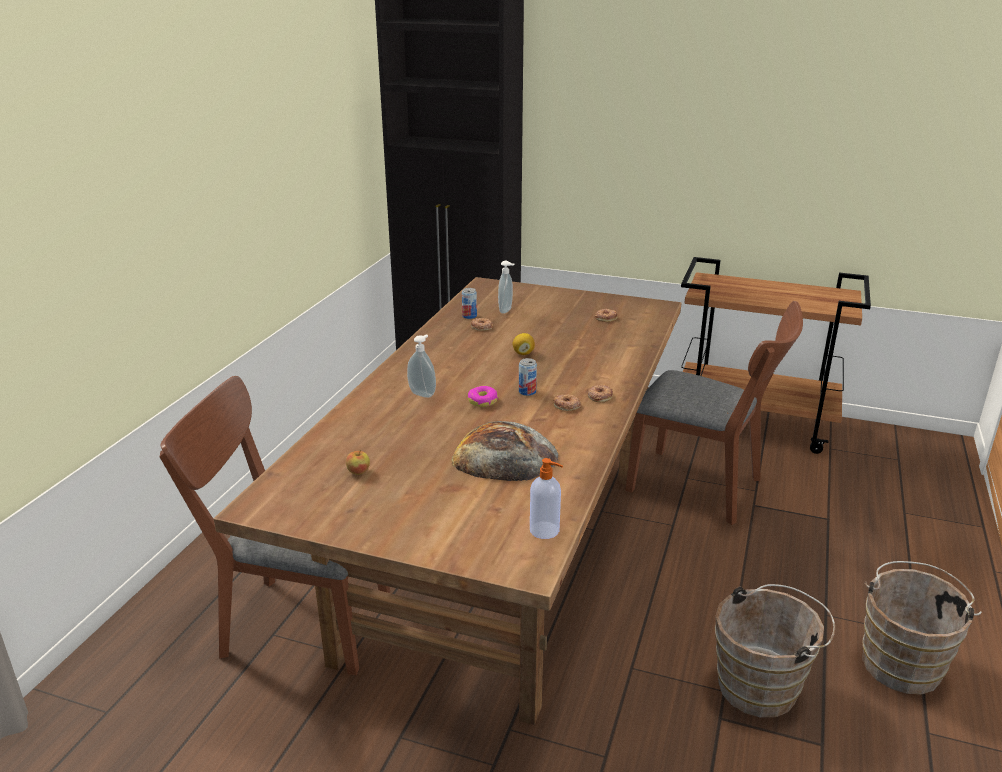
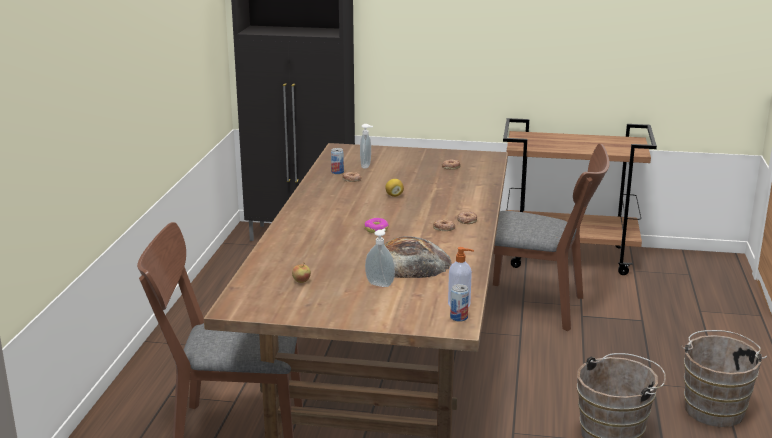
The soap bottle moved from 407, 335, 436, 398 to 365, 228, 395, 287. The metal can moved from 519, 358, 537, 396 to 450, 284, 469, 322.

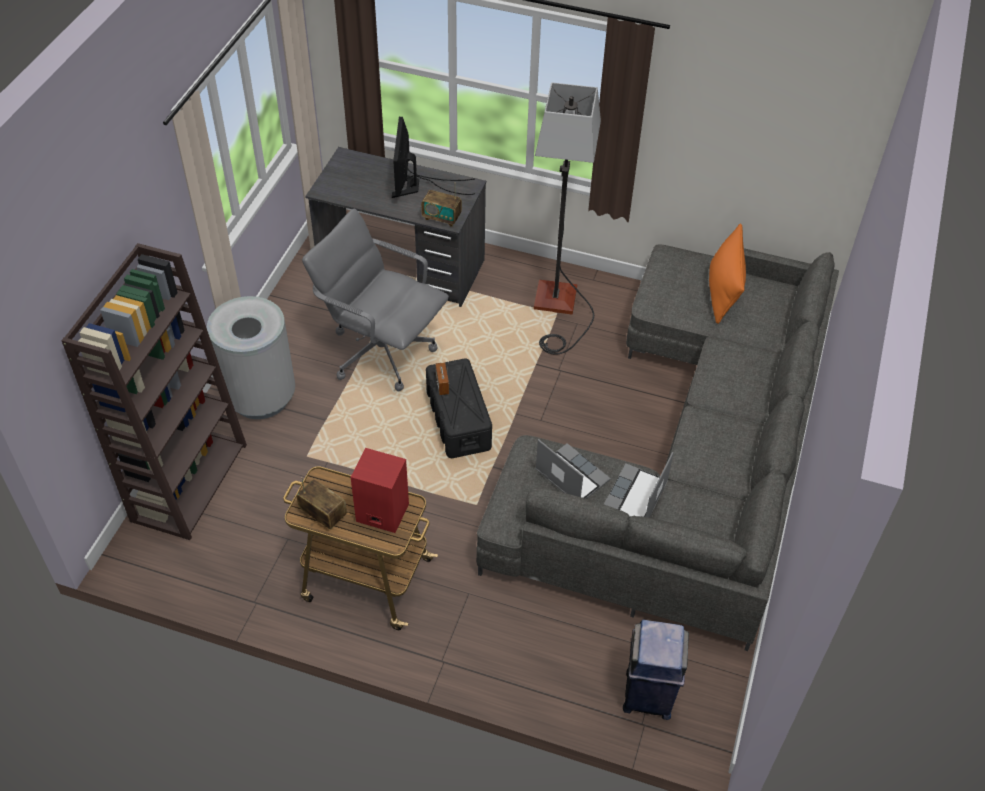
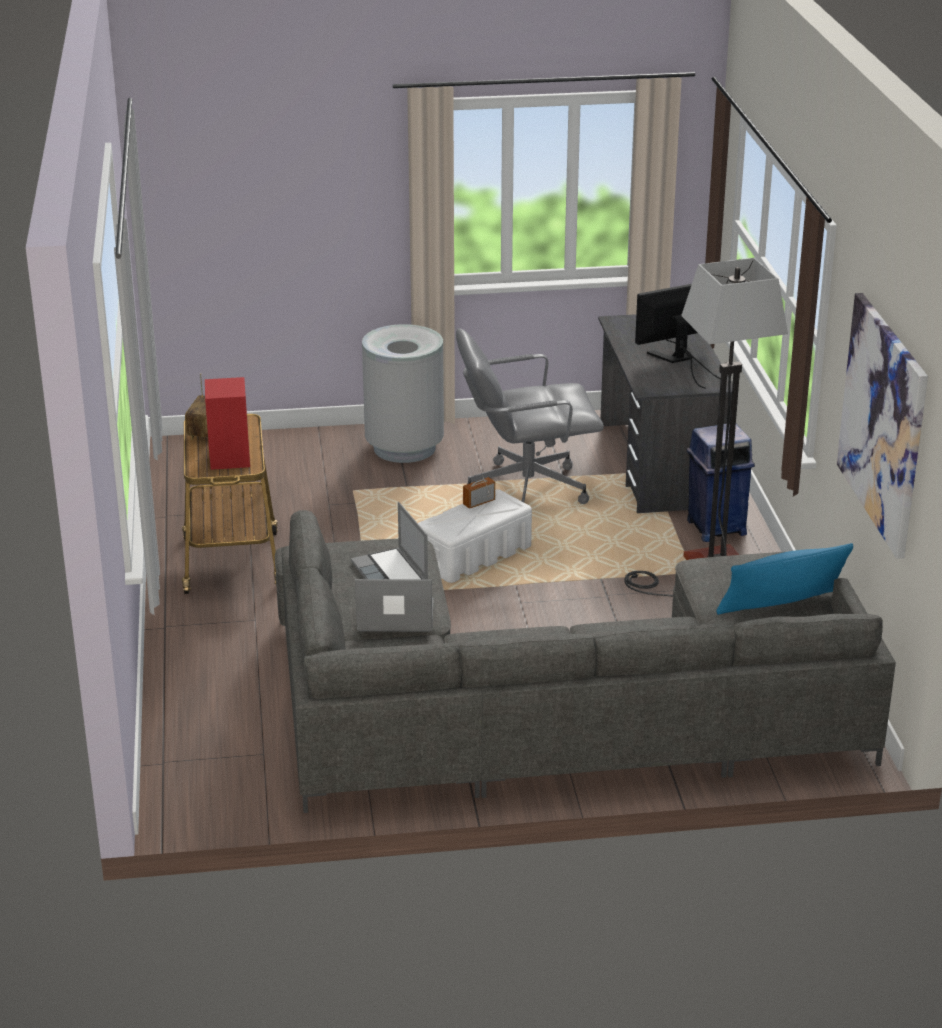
The brownish bookshelf at 61, 243, 247, 540 disappeared. The greyish desk chair at 302, 209, 449, 392 turned 105 degrees counterclockwise. The radio set at 421, 183, 462, 227 disappeared. The black storage box at 426, 359, 492, 458 became the white storage box at 418, 489, 532, 583. The notebook computer at 535, 439, 611, 499 turned 135 degrees clockwise. The blue-coloured trash can moved from 623, 620, 689, 720 to 687, 423, 755, 542. The orange pillow at 709, 224, 746, 324 became the blue-coloured pillow at 716, 543, 853, 615. The wall art at 837, 293, 928, 559 appeared.

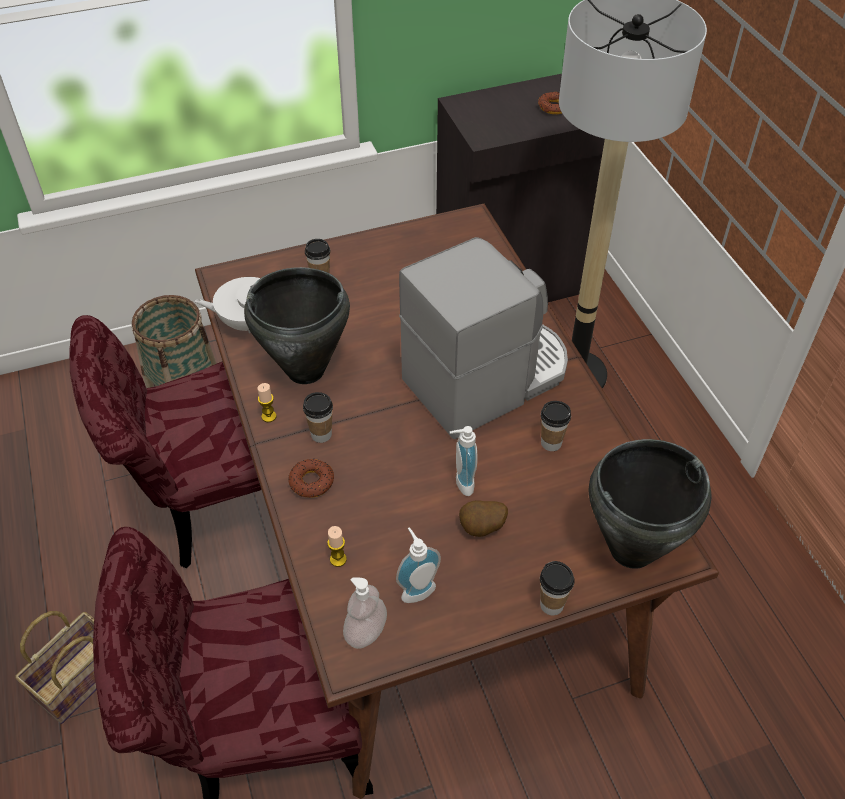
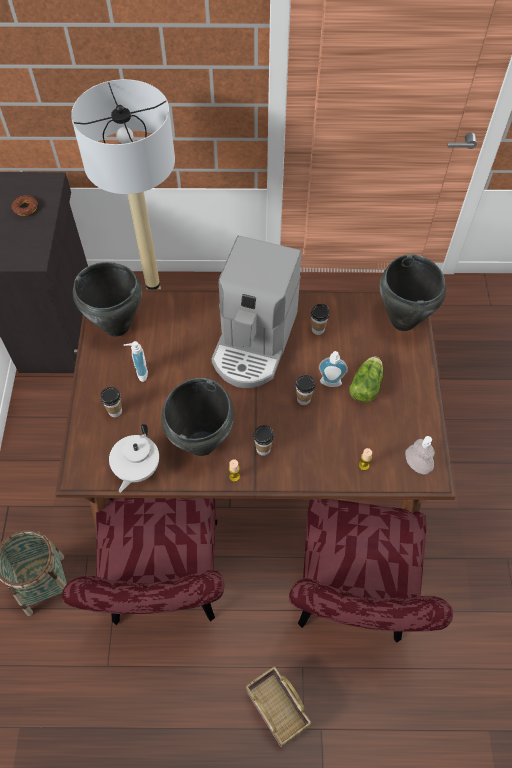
The doughnut at 288, 459, 334, 498 disappeared. The soap bottle moved from 396, 527, 441, 603 to 124, 341, 148, 382. The coffee brewer at 399, 237, 568, 439 turned 150 degrees counterclockwise. The spud at 459, 500, 508, 537 was replaced by the head of lettuce at 349, 357, 383, 403. The cup moved from 540, 561, 575, 615 to 295, 375, 315, 405. The black stockpot at 73, 262, 142, 337 appeared.

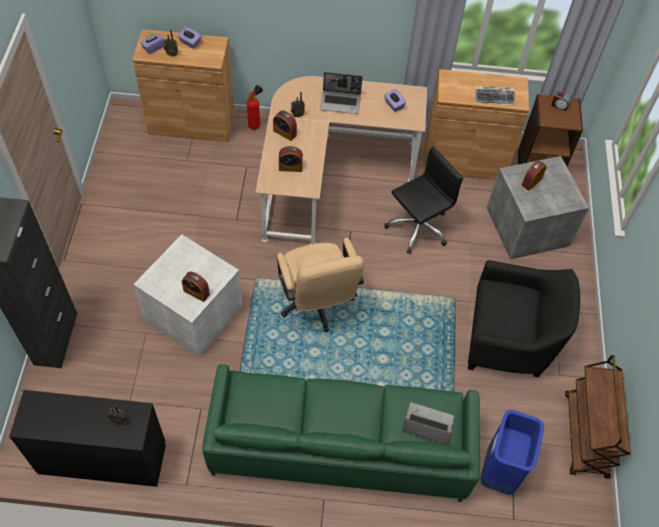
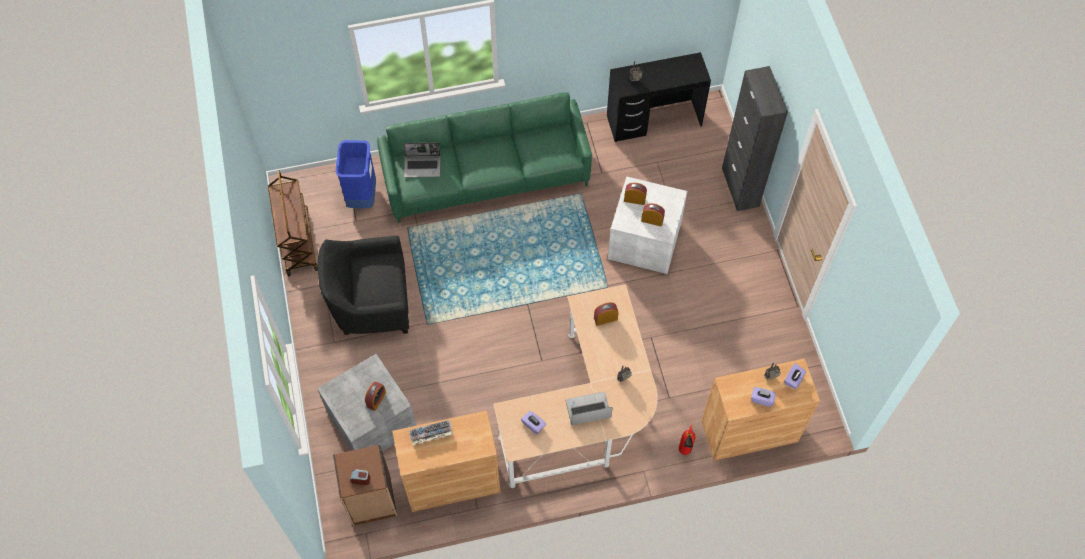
The bedside clock moved from 273, 111, 297, 141 to 641, 203, 665, 226. The beige-coloured desk chair at 277, 238, 364, 332 disappeared. The black desk chair at 384, 146, 463, 254 disappeared.

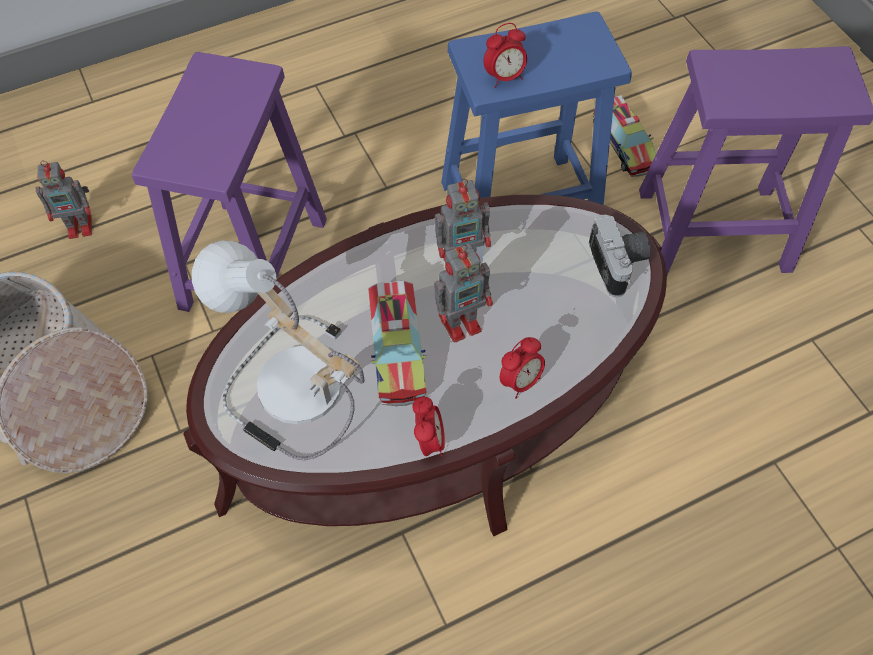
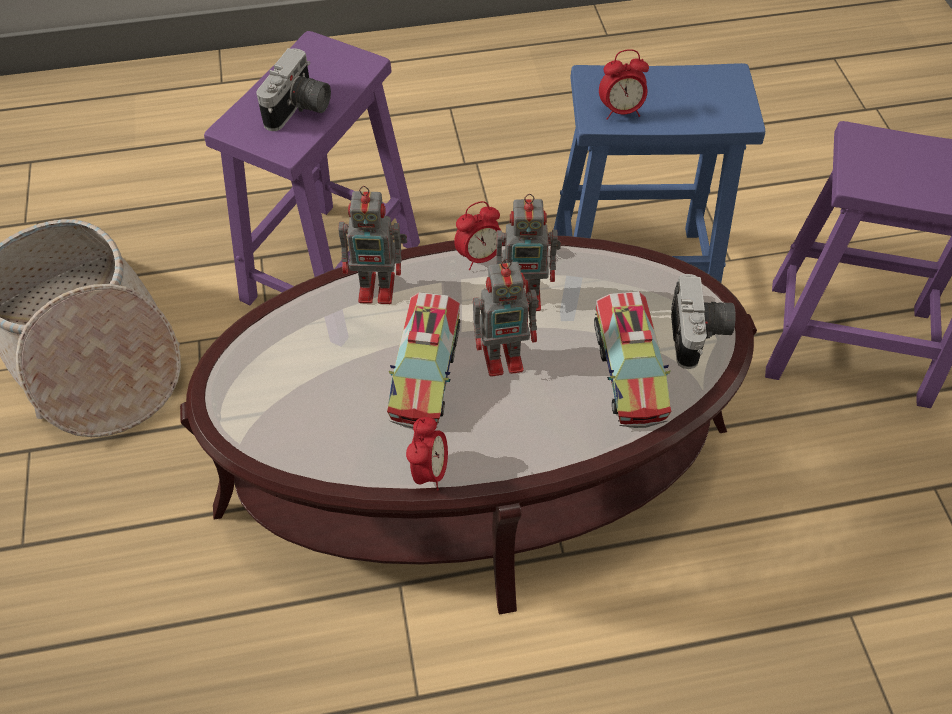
The robot figure moved from 36, 160, 92, 239 to 338, 186, 407, 304. The tabletop lamp at 192, 240, 365, 460 disappeared. The bedside clock moved from 500, 337, 545, 399 to 454, 201, 503, 270. The model truck moved from 593, 95, 656, 177 to 594, 291, 671, 428. The still camera at 256, 48, 331, 131 appeared.

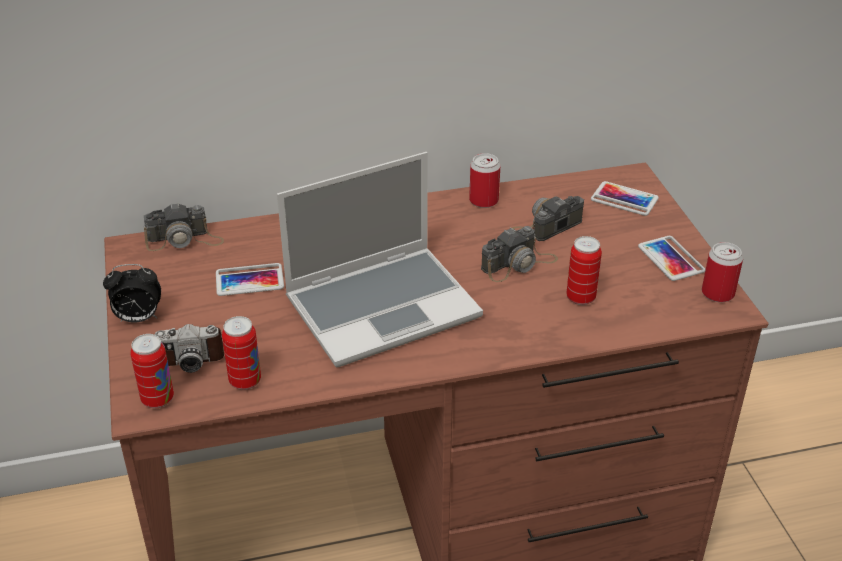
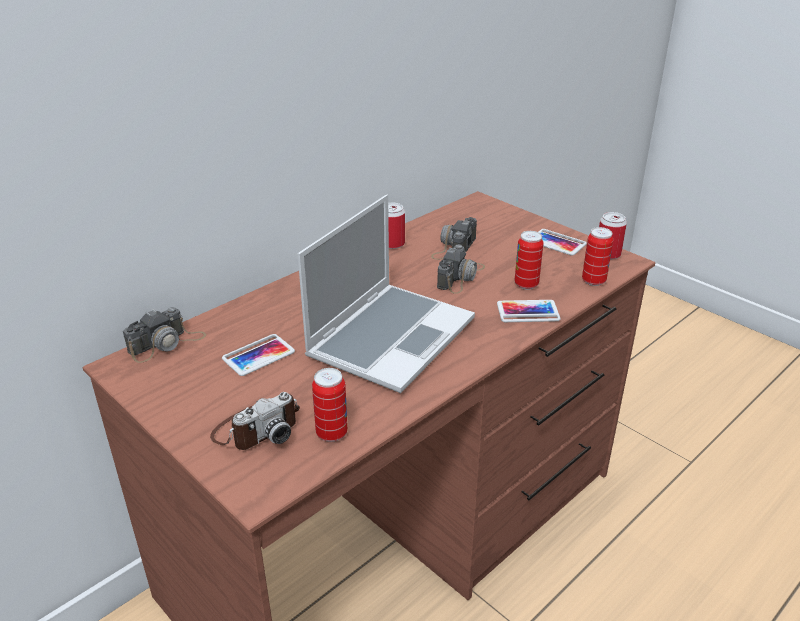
The bedside clock at 103, 264, 161, 322 disappeared. The metal can moved from 130, 334, 174, 408 to 582, 227, 613, 286. The phone moved from 591, 181, 659, 216 to 497, 300, 561, 322.

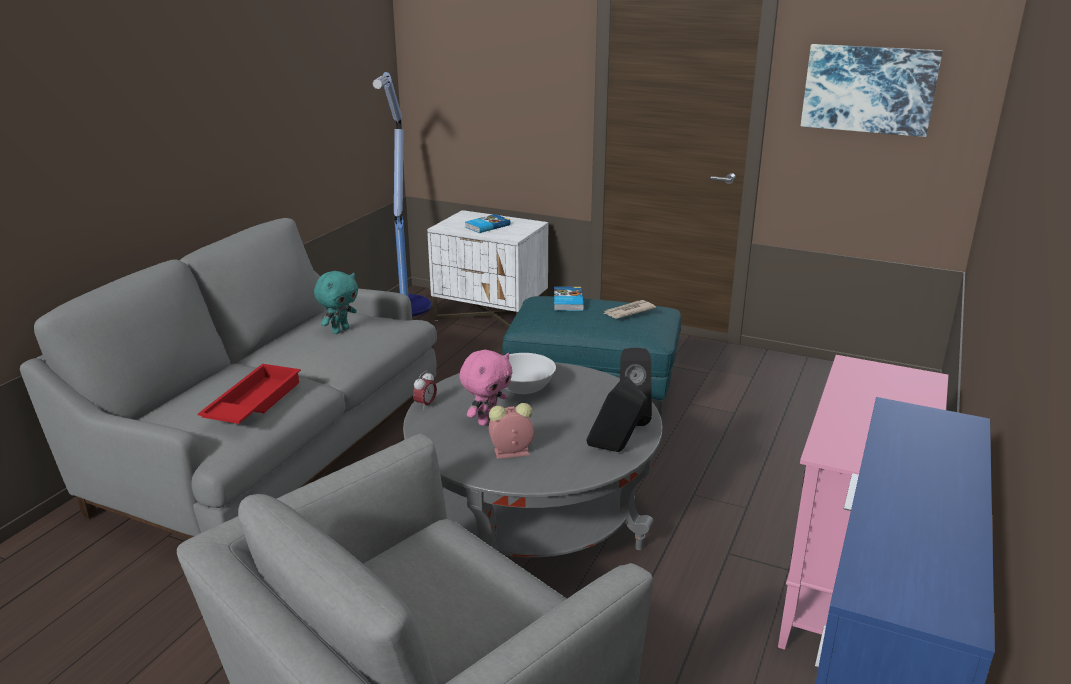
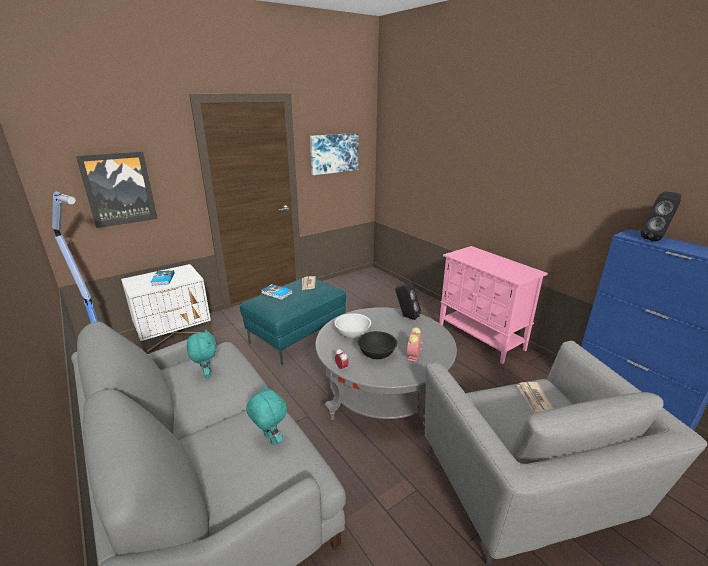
The red-coloured tray at 197, 364, 301, 424 was replaced by the turquoise plush toy at 246, 385, 287, 445. The pinkish plush toy at 459, 350, 513, 426 was replaced by the black deep dish at 357, 331, 397, 359. The black speaker moved from 587, 376, 647, 452 to 641, 192, 681, 241. The wall art at 76, 151, 158, 228 appeared. The newspaper at 517, 382, 555, 414 appeared.

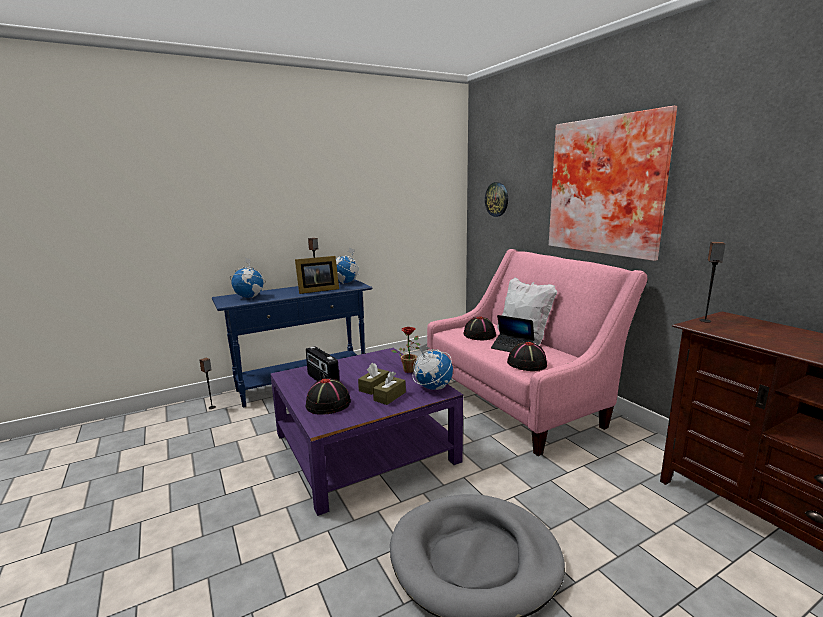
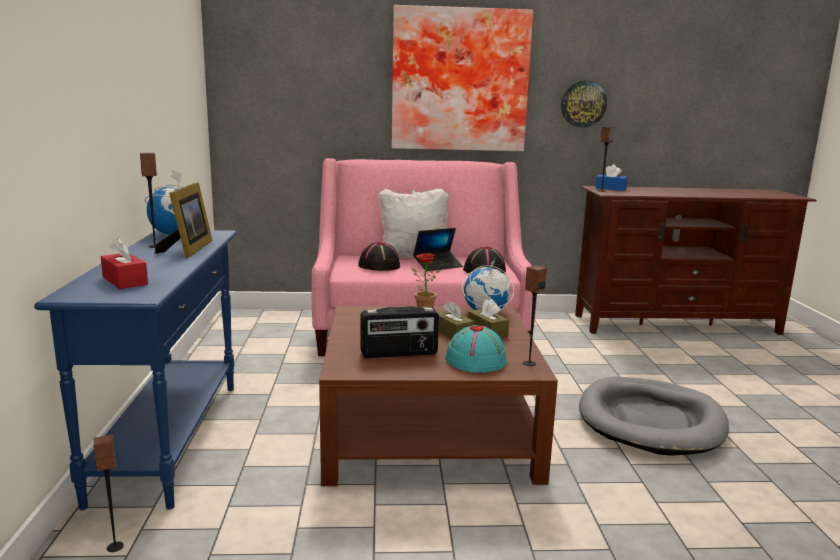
The world globe at 230, 258, 266, 298 was replaced by the red-coloured box of tissues at 101, 238, 148, 289. The purplish lounge table at 270, 348, 463, 516 became the brownish lounge table at 319, 306, 558, 486. The black clothing hat at 306, 378, 351, 415 became the turquoise clothing hat at 445, 325, 507, 373. The hanging clock moved from 485, 182, 508, 217 to 561, 80, 607, 127. The speaker at 523, 265, 547, 366 appeared. The blue-coloured box of tissues at 596, 164, 628, 191 appeared.

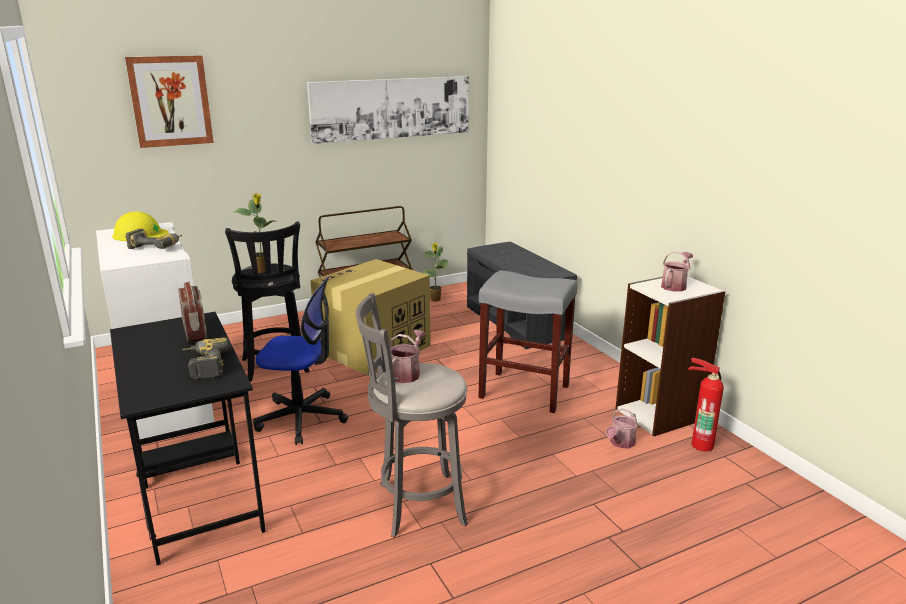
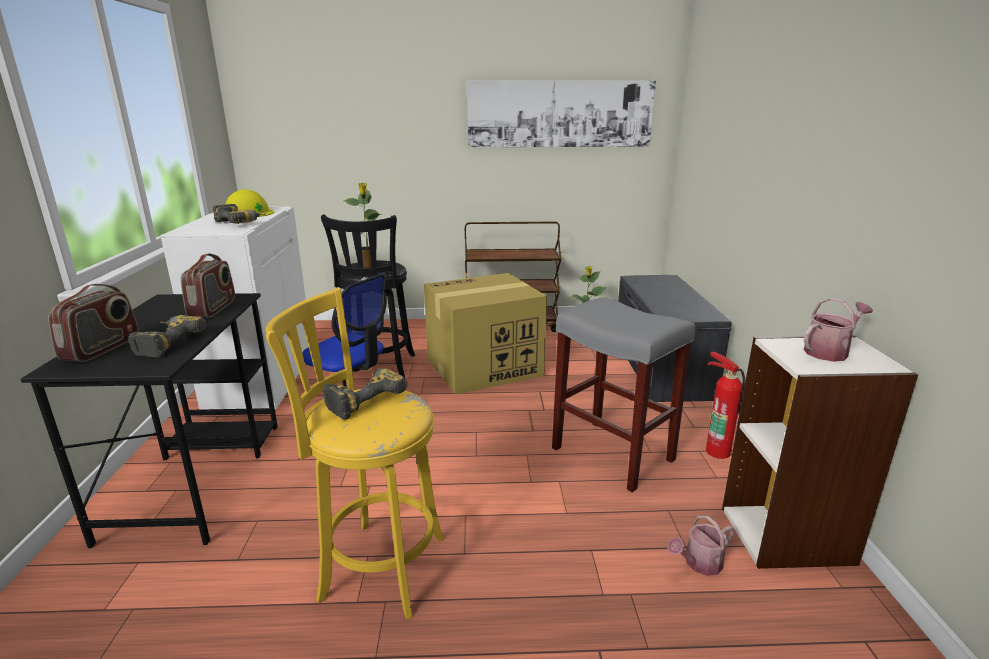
The wall art at 125, 56, 214, 148 disappeared. The greyish sitting stool at 356, 293, 468, 538 became the yellow sitting stool at 266, 288, 444, 620. The watering can at 390, 330, 426, 383 was replaced by the power drill at 323, 368, 407, 420. The fire extinguisher moved from 688, 358, 724, 452 to 706, 352, 745, 459. The radio set at 48, 284, 139, 362 appeared.

